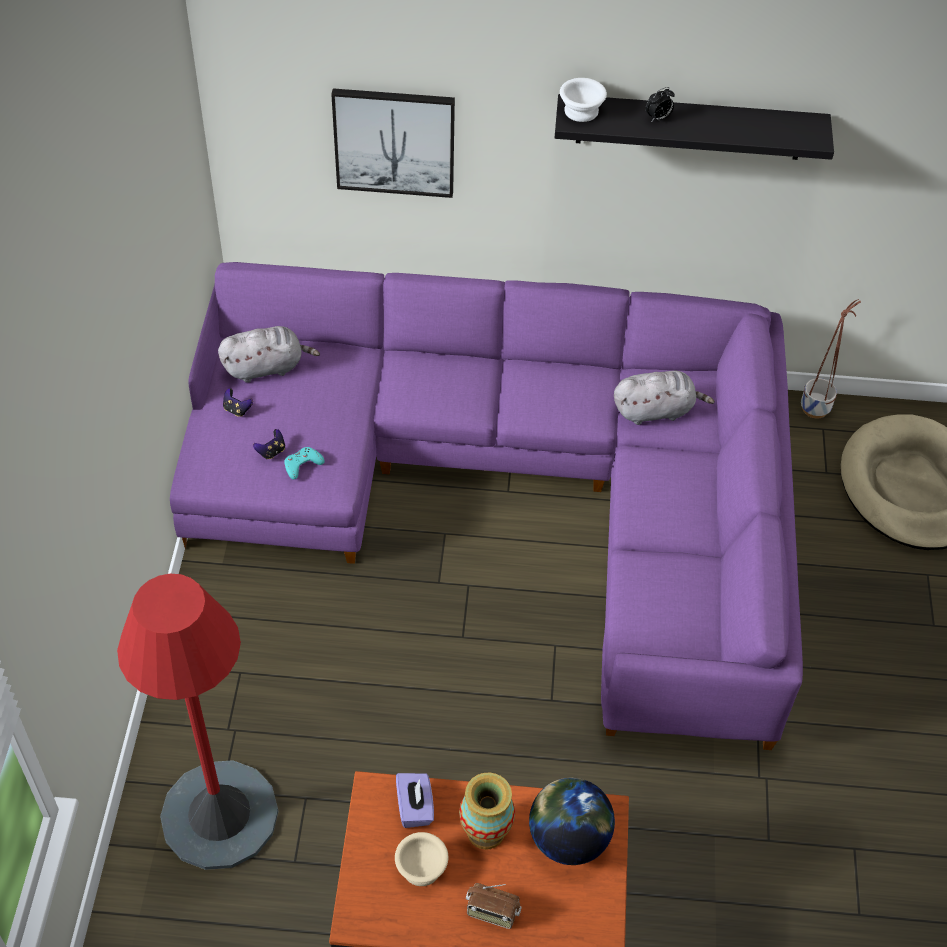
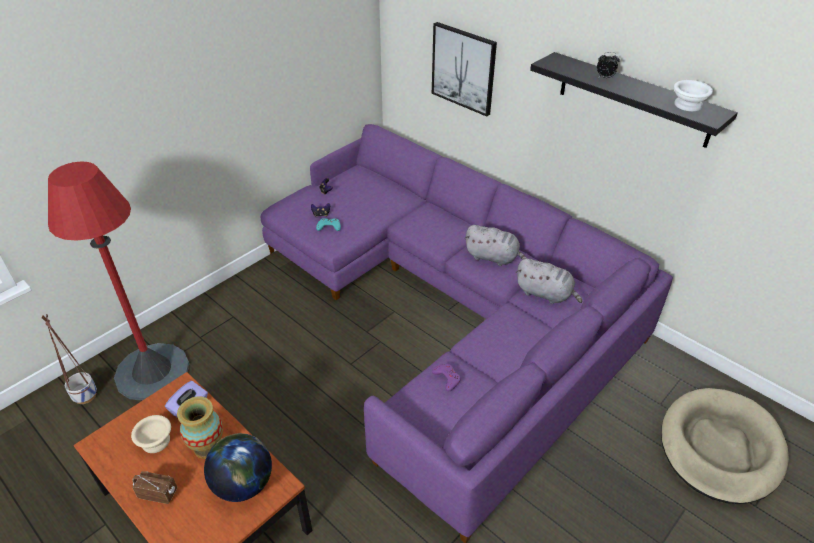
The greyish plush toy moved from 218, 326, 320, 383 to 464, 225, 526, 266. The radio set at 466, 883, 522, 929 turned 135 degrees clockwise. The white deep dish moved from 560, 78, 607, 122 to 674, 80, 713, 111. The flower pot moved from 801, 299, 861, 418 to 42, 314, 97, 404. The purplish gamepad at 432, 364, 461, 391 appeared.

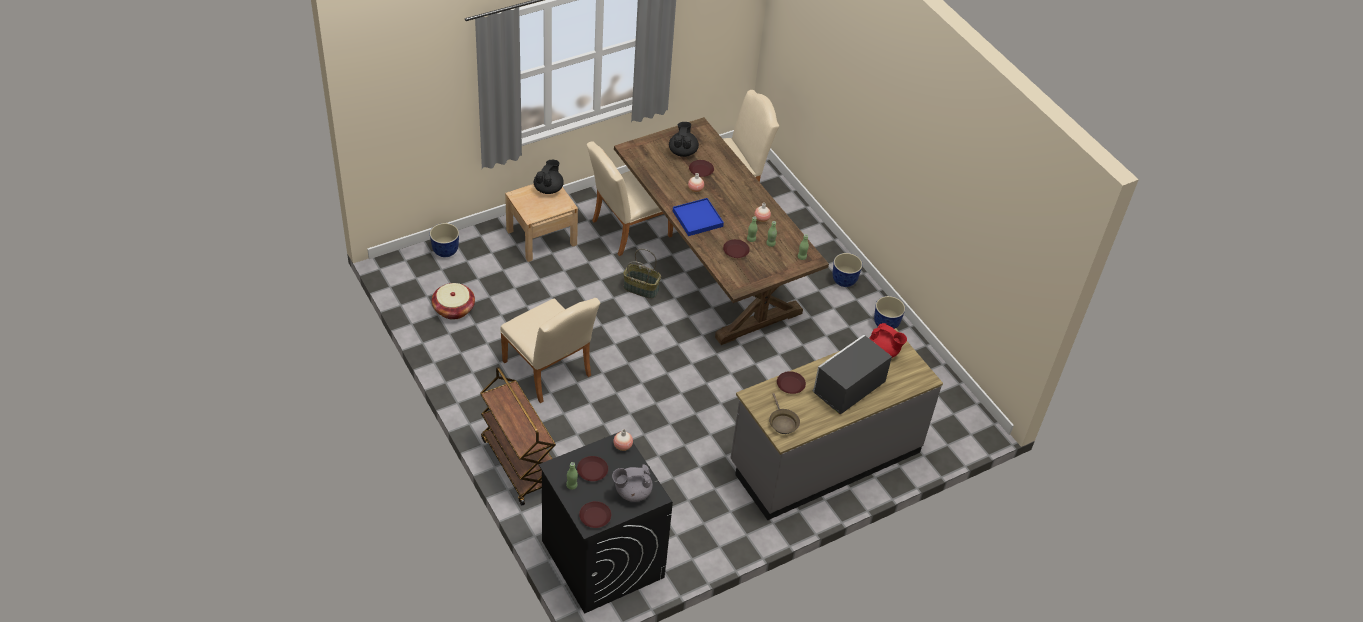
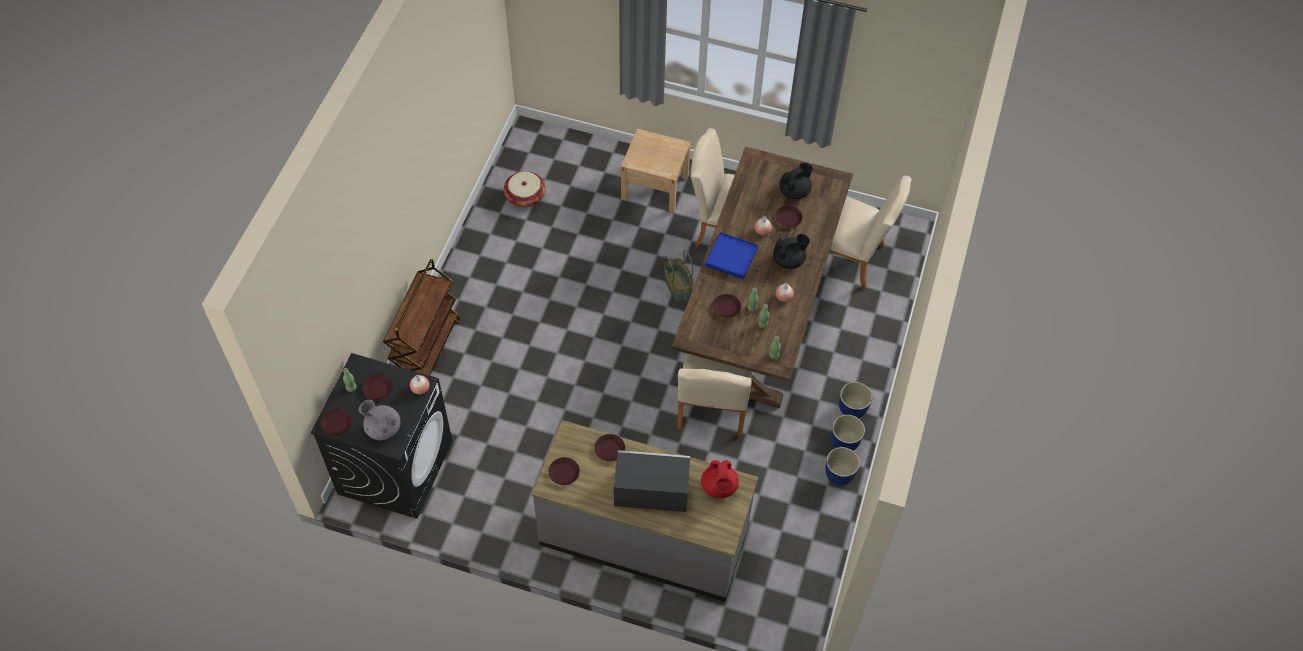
The flower pot moved from 430, 223, 459, 257 to 831, 415, 865, 451. The beige-coloured plain chair moved from 500, 298, 600, 403 to 677, 353, 752, 438. The black teapot moved from 534, 160, 564, 194 to 773, 234, 810, 269. The brownish skillet at 769, 393, 800, 434 was replaced by the brownish plate at 549, 457, 580, 485.

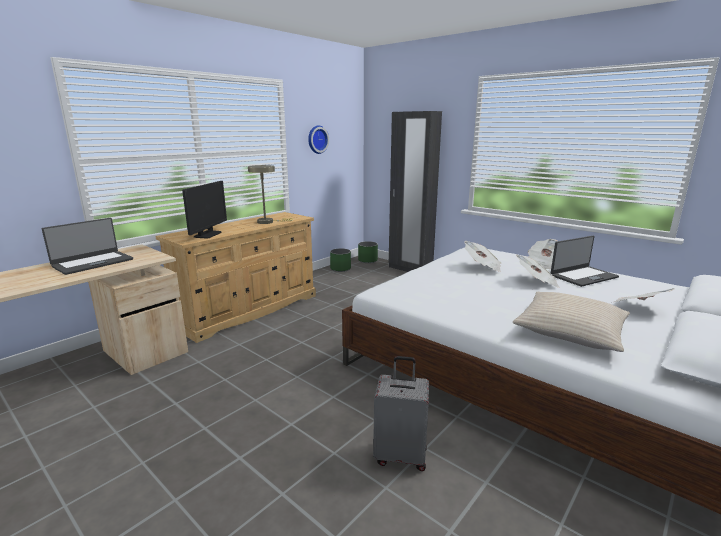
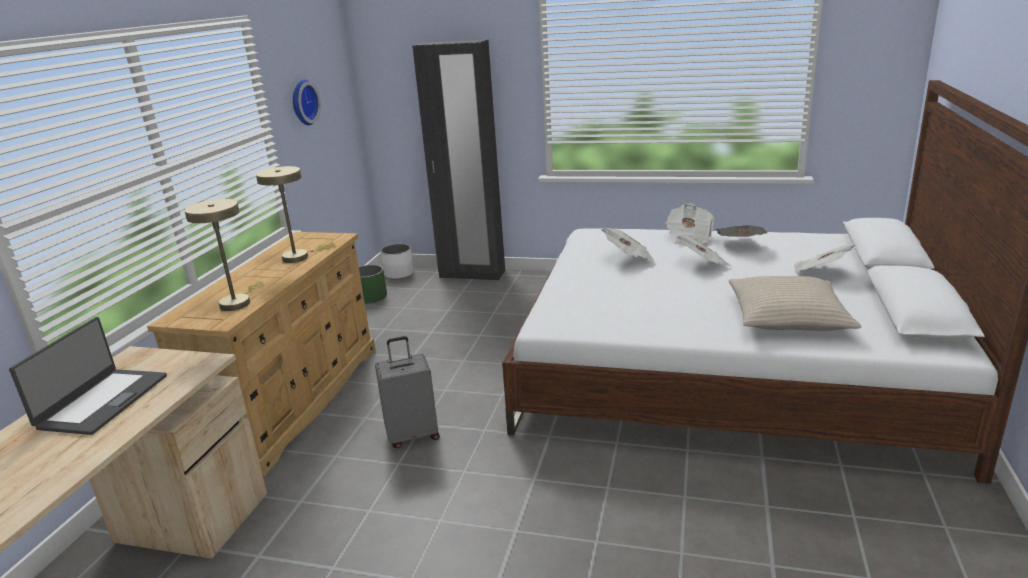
The computer display at 182, 181, 227, 238 was replaced by the beige-coloured tabletop lamp at 184, 199, 264, 311. The green flower pot at 358, 241, 378, 263 became the white flower pot at 381, 244, 414, 280. The greyish suitcase moved from 373, 356, 429, 471 to 375, 336, 440, 448. The notebook computer at 551, 236, 619, 287 was replaced by the newspaper at 716, 225, 767, 237.

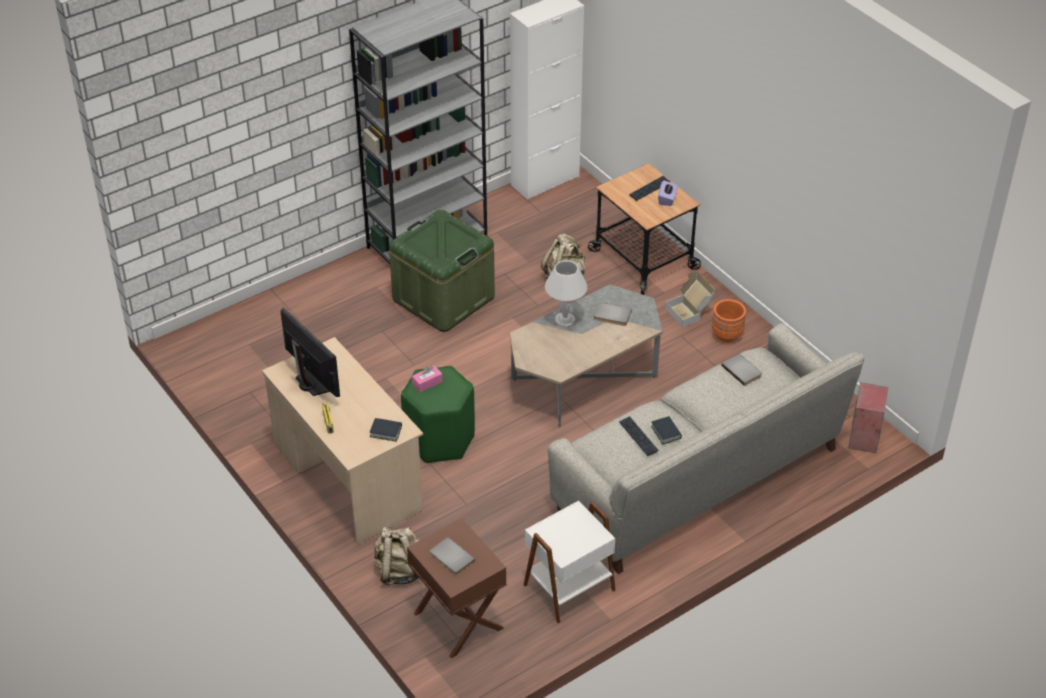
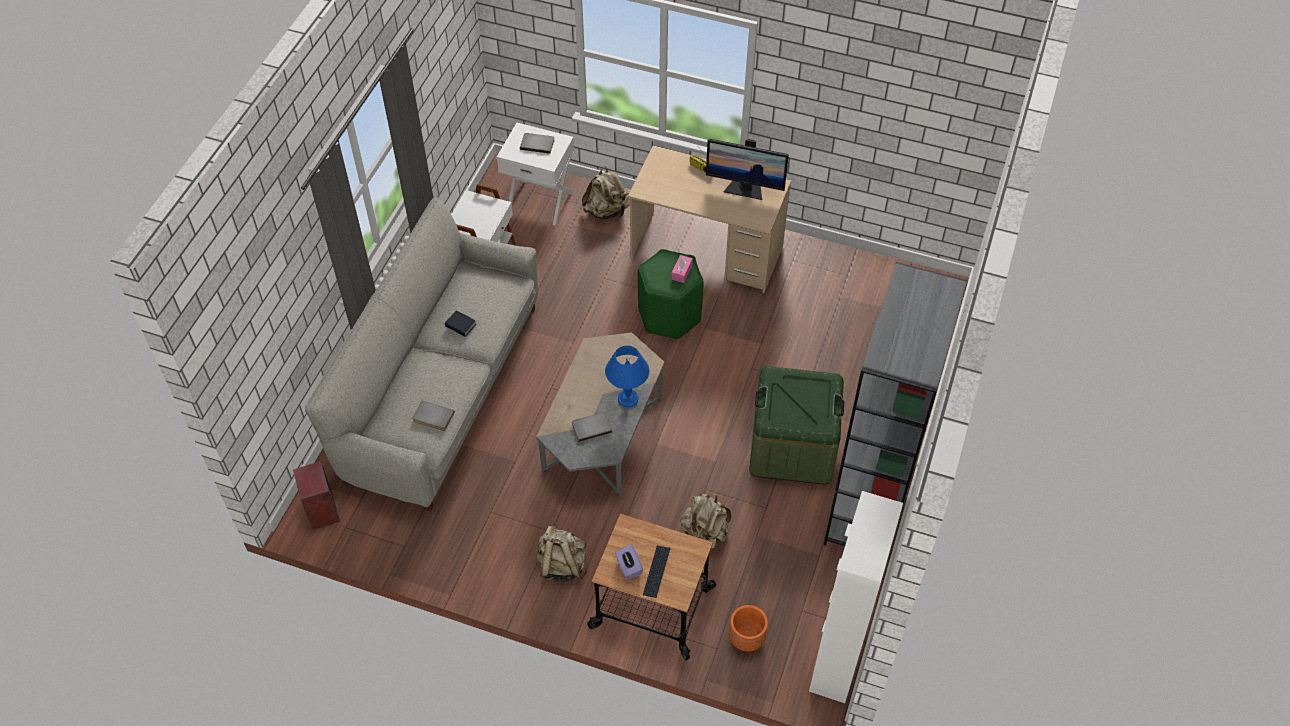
The volume at 370, 418, 402, 442 disappeared. The brownish night table at 407, 518, 506, 658 became the white night table at 497, 123, 574, 226. The white tabletop lamp at 545, 260, 587, 328 became the blue-coloured tabletop lamp at 605, 345, 650, 408. The PC keyboard at 619, 416, 658, 456 disappeared. The packing box at 665, 271, 715, 328 was replaced by the beige-coloured backpack at 537, 524, 587, 582. The orange flower pot moved from 712, 299, 746, 342 to 729, 605, 768, 651.

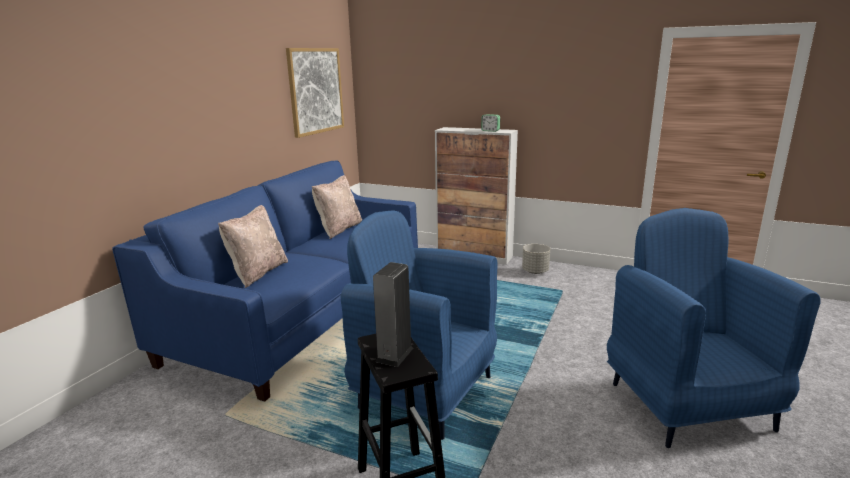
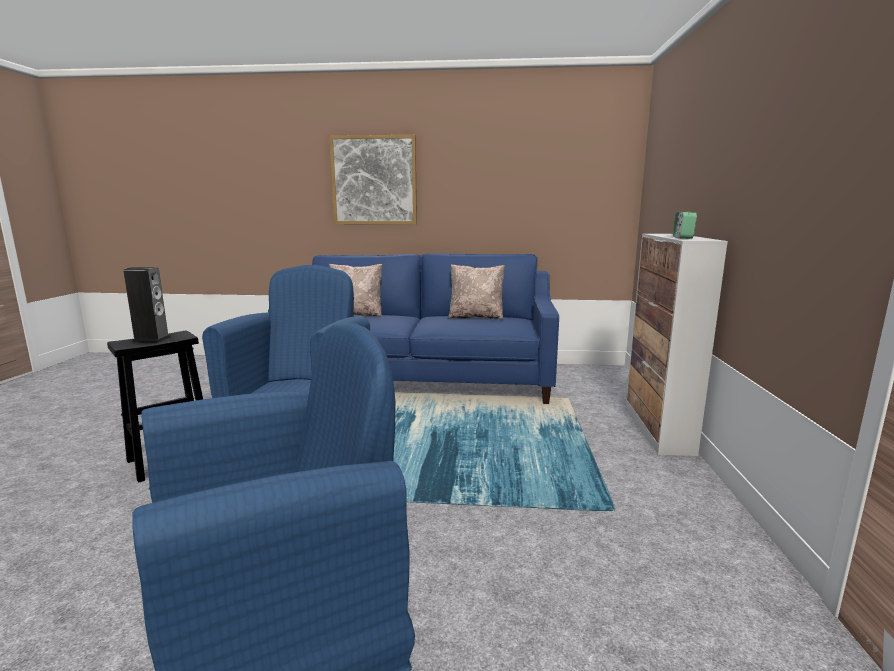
The wall art moved from 286, 48, 344, 138 to 329, 135, 417, 224. The greyish flower pot at 522, 244, 550, 274 disappeared.

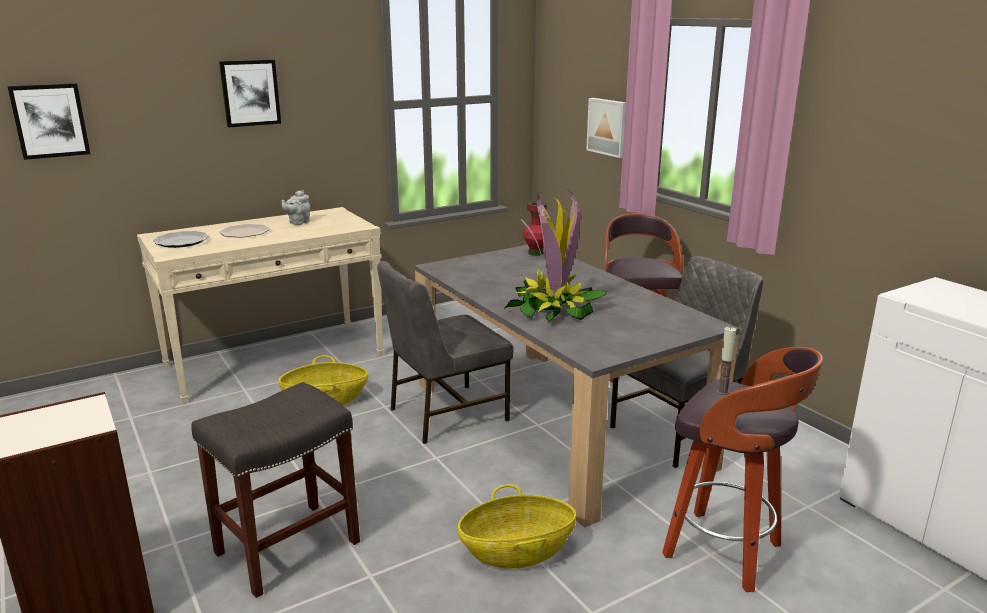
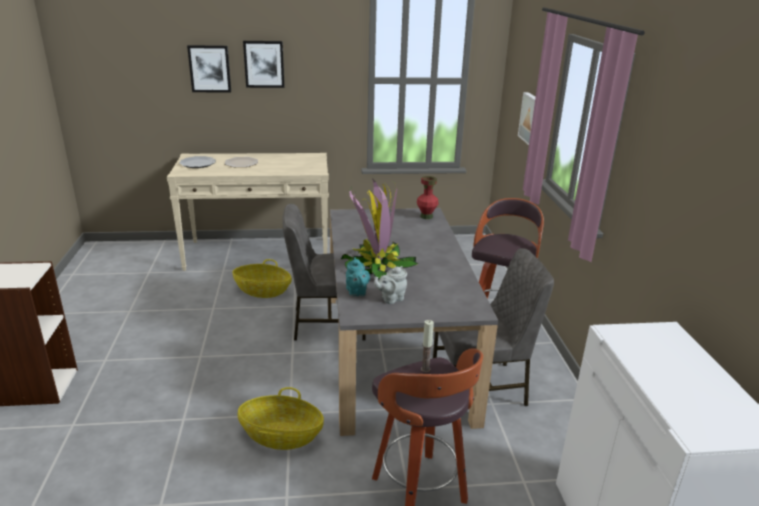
The wall art moved from 7, 83, 90, 160 to 187, 45, 231, 93. The greyish sitting stool at 192, 382, 360, 598 disappeared. The greyish teapot moved from 281, 190, 310, 225 to 374, 266, 407, 304. The turquoise teapot at 346, 257, 370, 296 appeared.

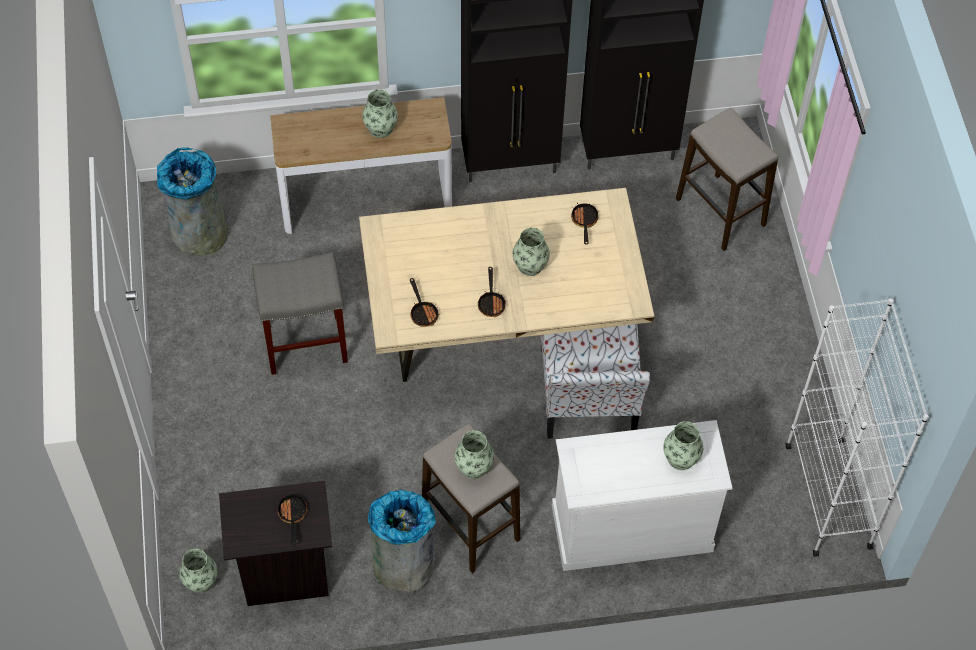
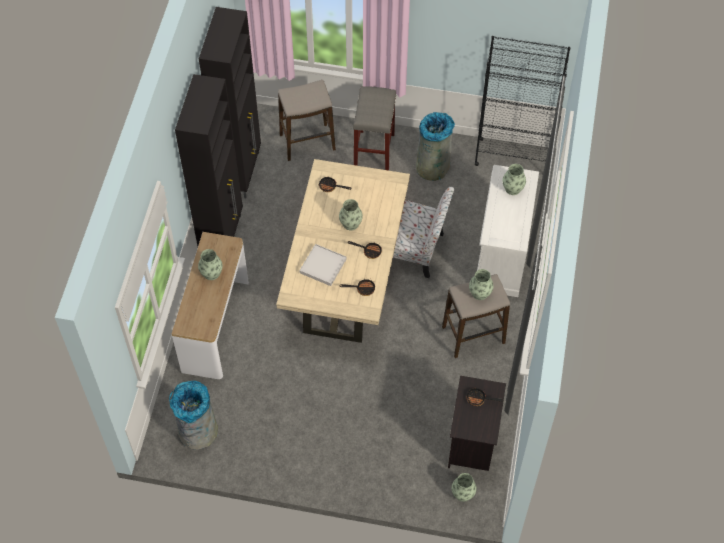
The greyish sitting stool moved from 252, 252, 348, 375 to 353, 86, 396, 171. The greyish trash can moved from 368, 490, 436, 592 to 416, 112, 455, 181. The white bookshelf at 785, 298, 929, 557 became the black bookshelf at 475, 36, 570, 166. The white tray at 299, 244, 346, 286 appeared.

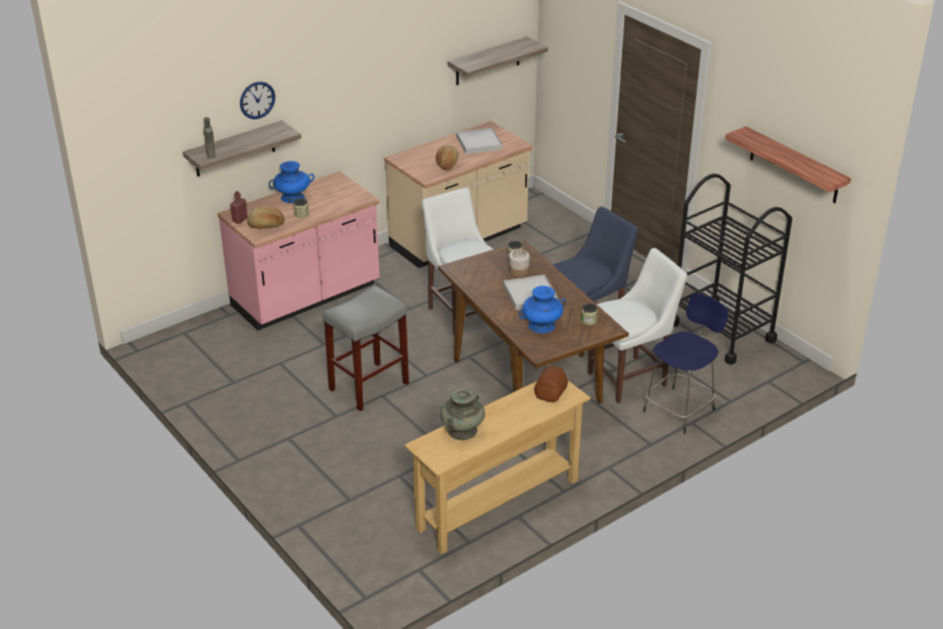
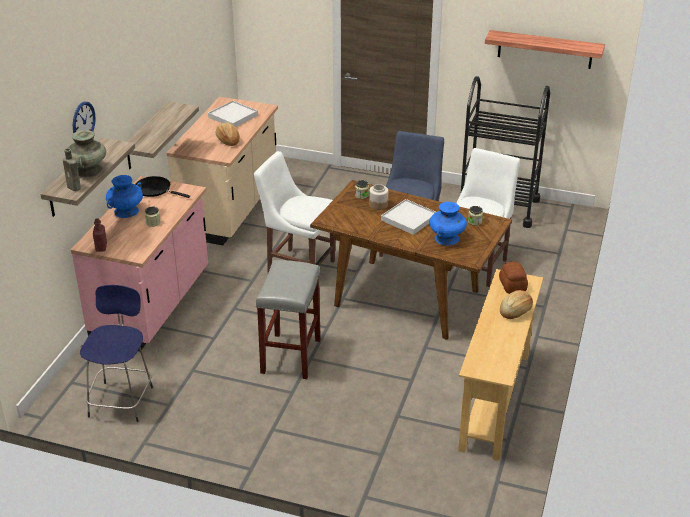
The baked bread moved from 247, 206, 284, 229 to 500, 290, 533, 319. The turquoise vase moved from 440, 388, 485, 440 to 68, 130, 106, 177. The wall shelf moved from 448, 37, 548, 85 to 127, 102, 199, 169. The blue-coloured sitting stool moved from 643, 293, 728, 434 to 80, 285, 153, 422. The black skillet at 135, 176, 190, 198 appeared.

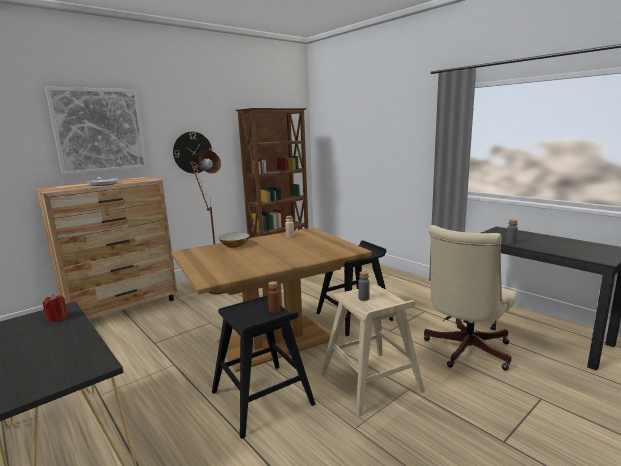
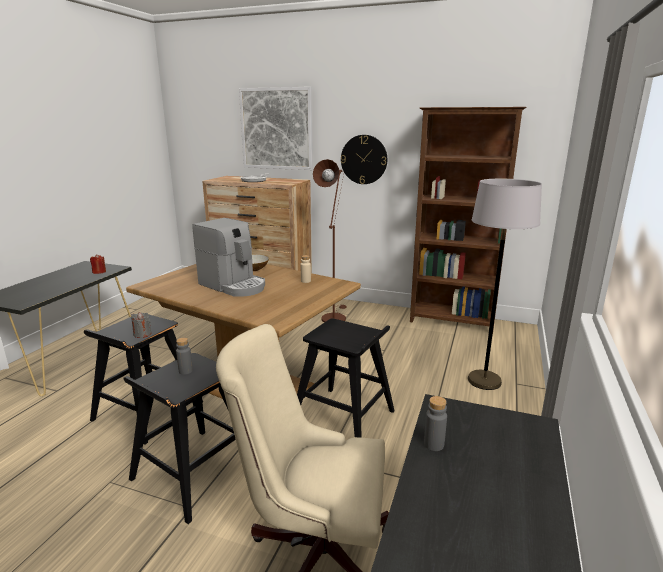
The brownish bottle at 268, 281, 280, 313 was replaced by the greyish wax candle at 131, 312, 151, 338. The beige-coloured sitting stool at 322, 285, 425, 417 became the black sitting stool at 124, 353, 236, 524. The coffee brewer at 192, 218, 265, 297 appeared. The greyish standing lamp at 468, 179, 542, 390 appeared.

